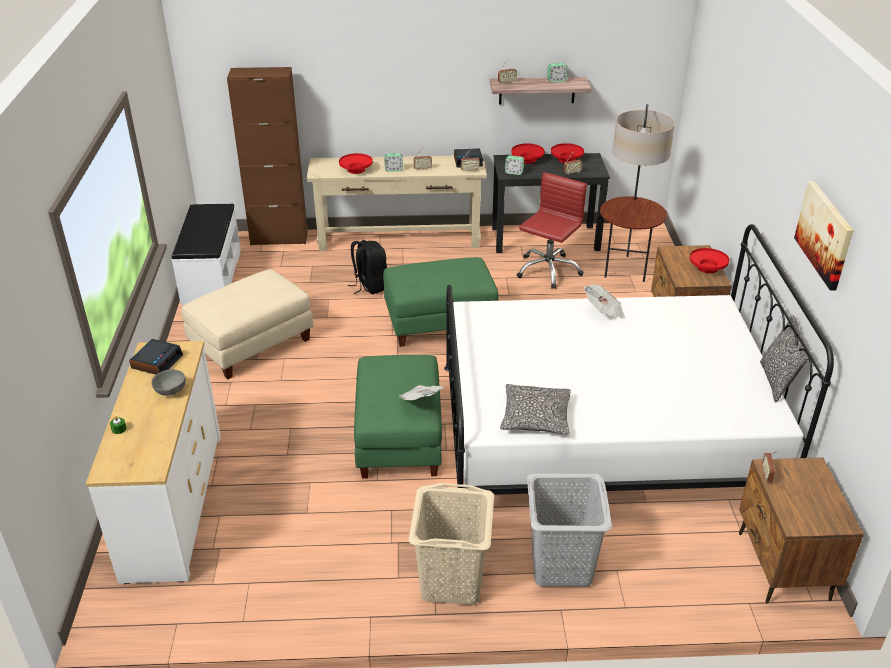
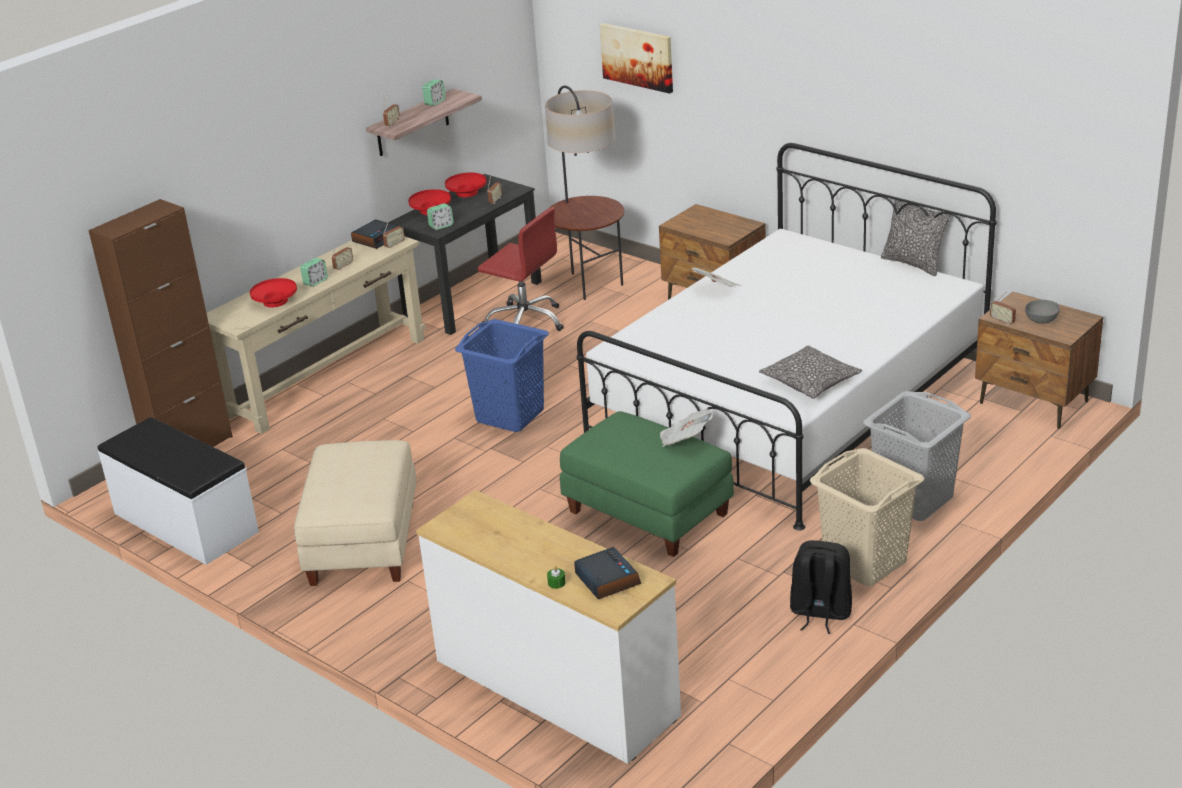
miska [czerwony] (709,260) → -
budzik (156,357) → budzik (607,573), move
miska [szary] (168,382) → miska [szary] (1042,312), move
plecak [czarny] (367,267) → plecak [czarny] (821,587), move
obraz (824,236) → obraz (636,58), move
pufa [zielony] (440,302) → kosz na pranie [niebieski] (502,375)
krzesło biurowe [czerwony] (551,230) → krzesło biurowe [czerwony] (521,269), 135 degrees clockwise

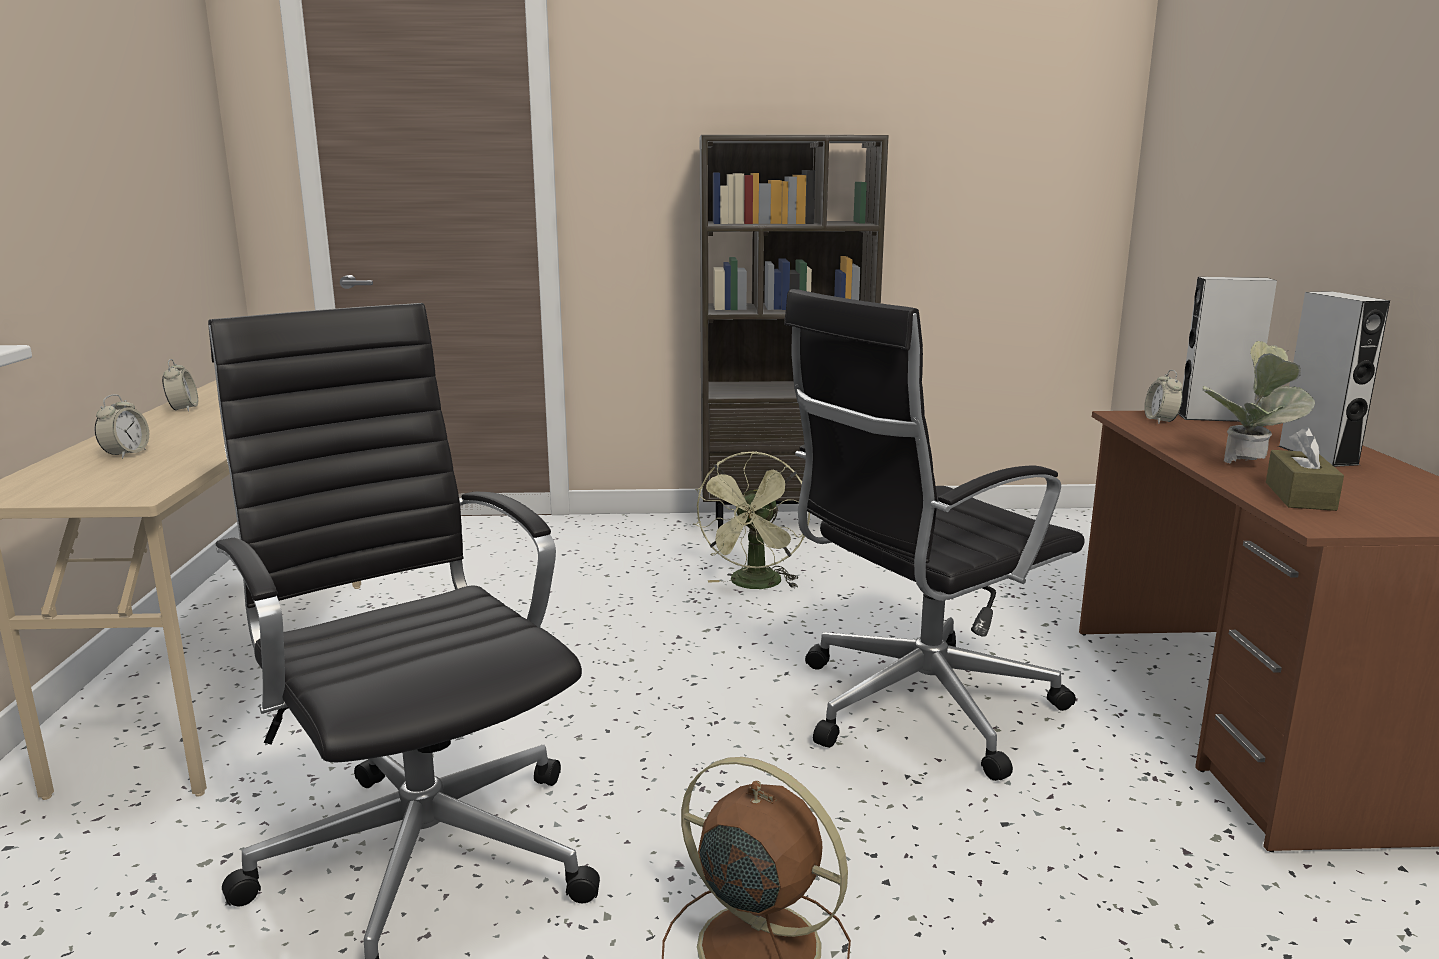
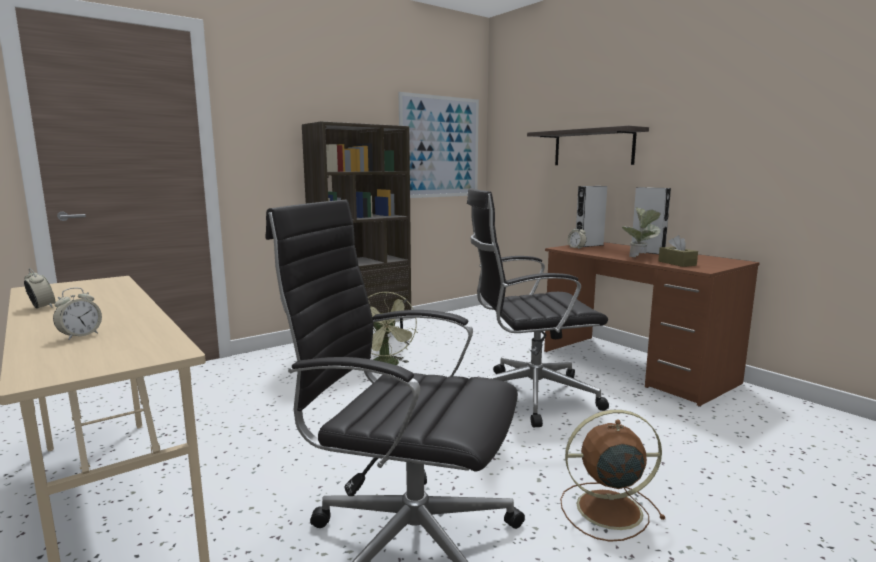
- → obraz (439,145)
- → półka (588,145)
budzik (122,427) → budzik (77,314), 60 degrees clockwise
krzesło biurowe [czarny] (934,535) → krzesło biurowe [czarny] (538,308), 60 degrees clockwise

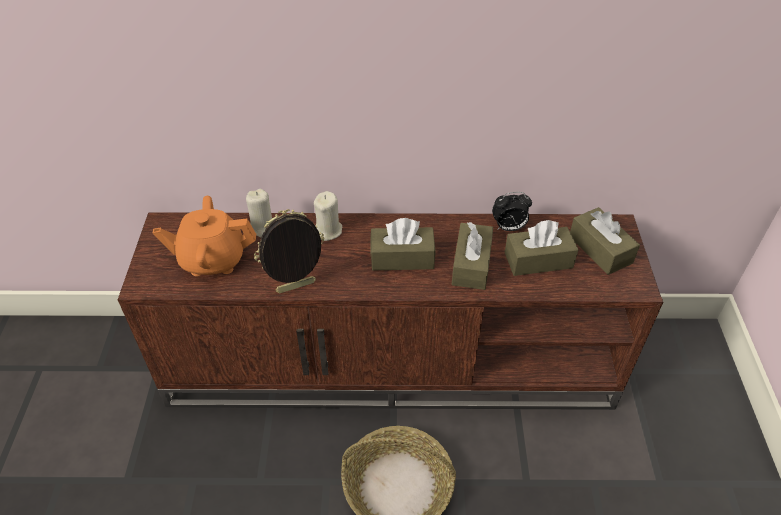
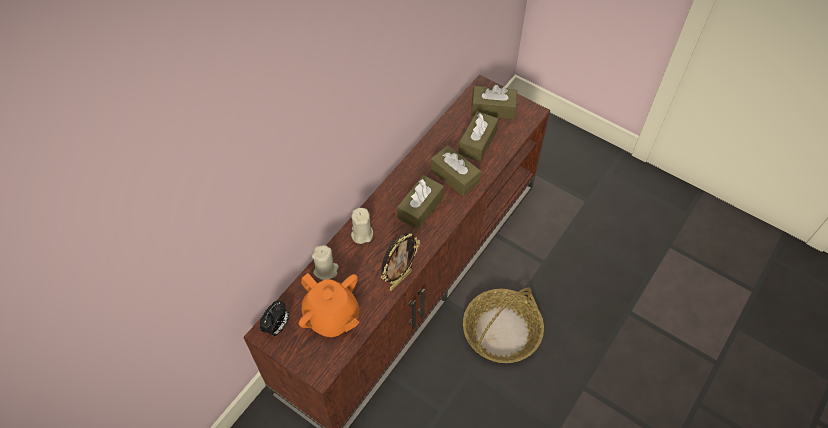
budzik (512,211) → budzik (274,319), move
imbryk [pomarańczowy] (204,236) → imbryk [pomarańczowy] (329,305), 75 degrees counterclockwise
ramka na zdjęcie (289,251) → ramka na zdjęcie (400,262), 150 degrees counterclockwise

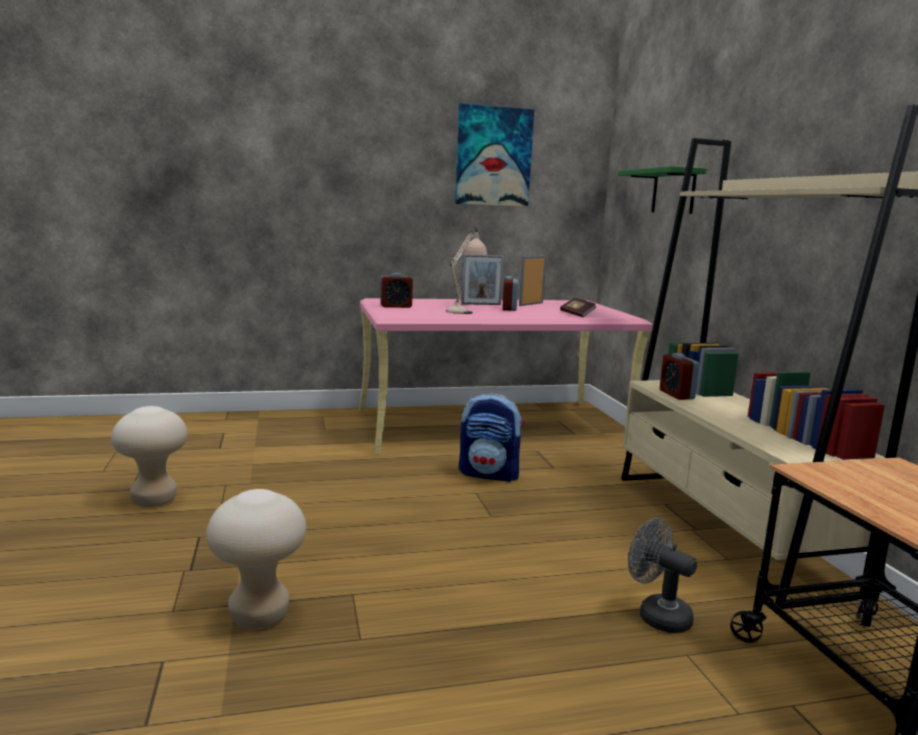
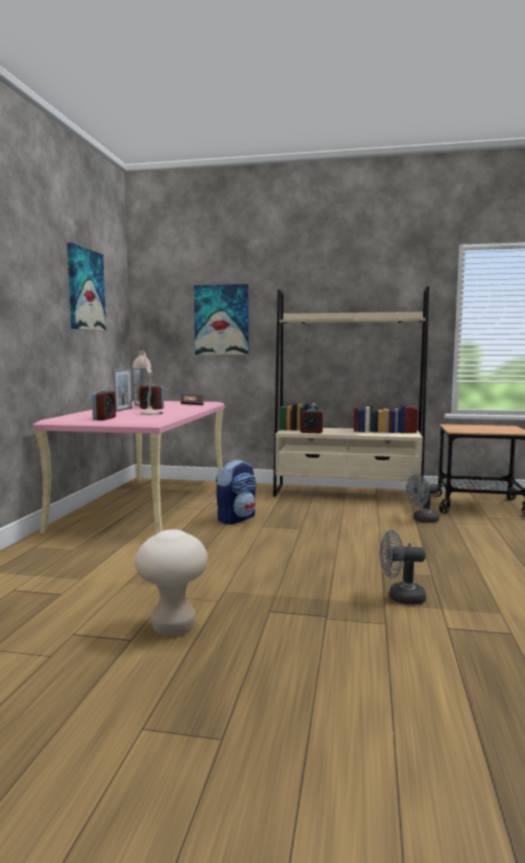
stołek [beżowy] (256,559) → wentylator [szary] (403,567)
półka [zielony] (662,190) → obraz (221,319)

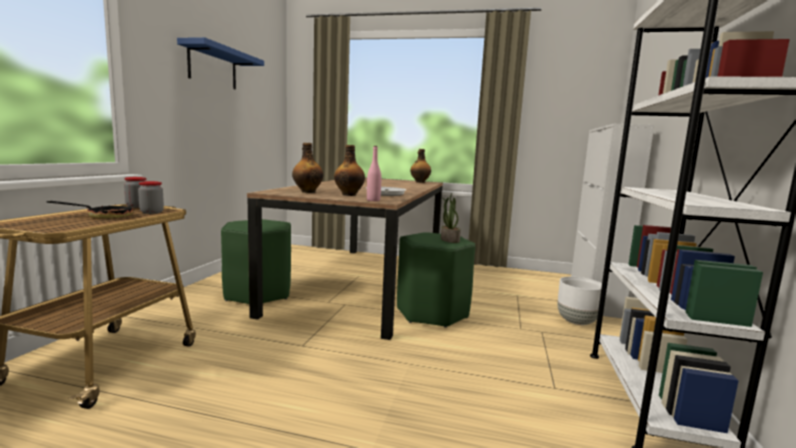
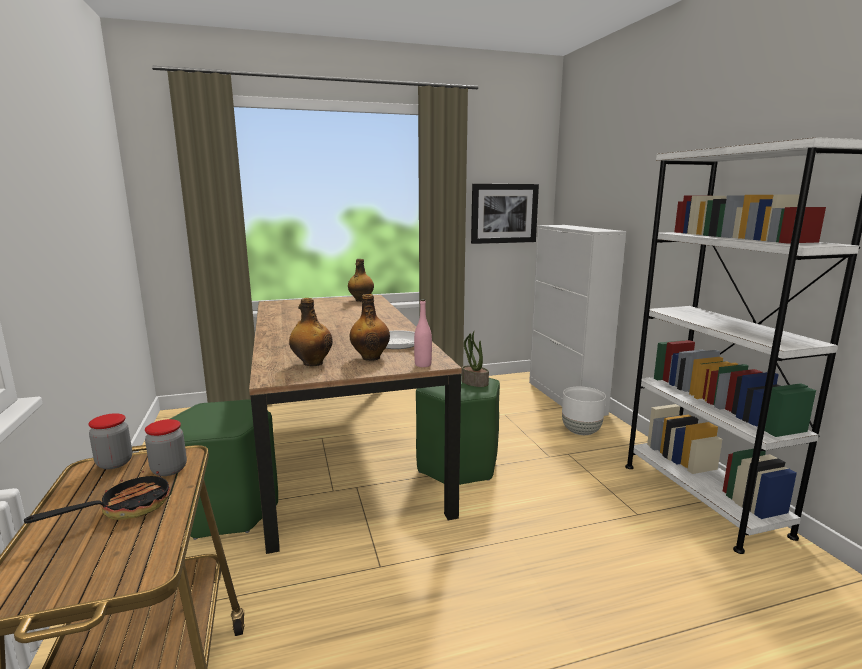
półka [niebieski] (220,63) → -
- → obraz (505,214)

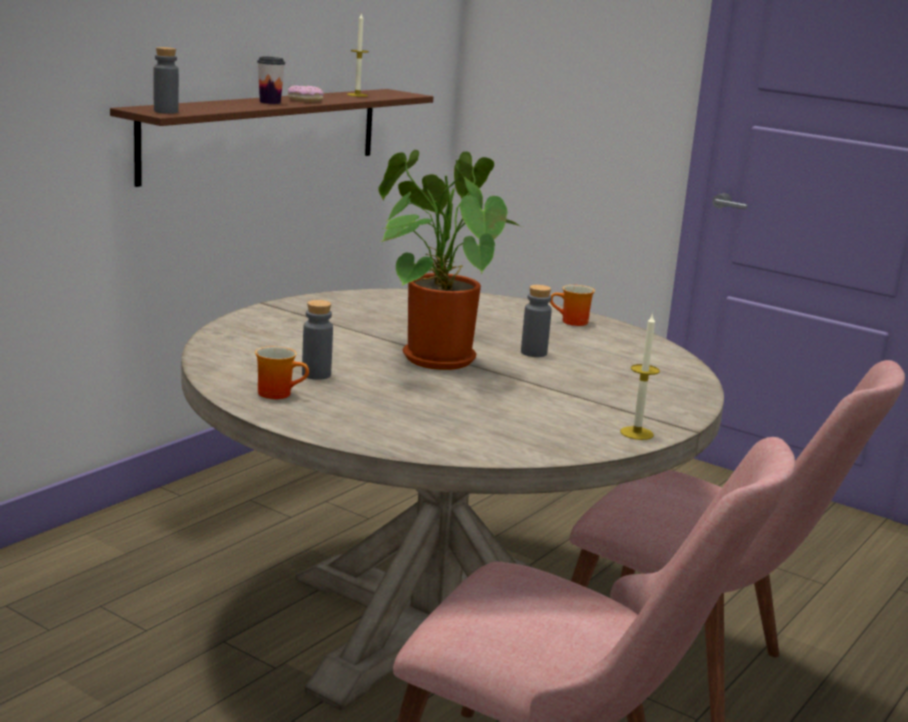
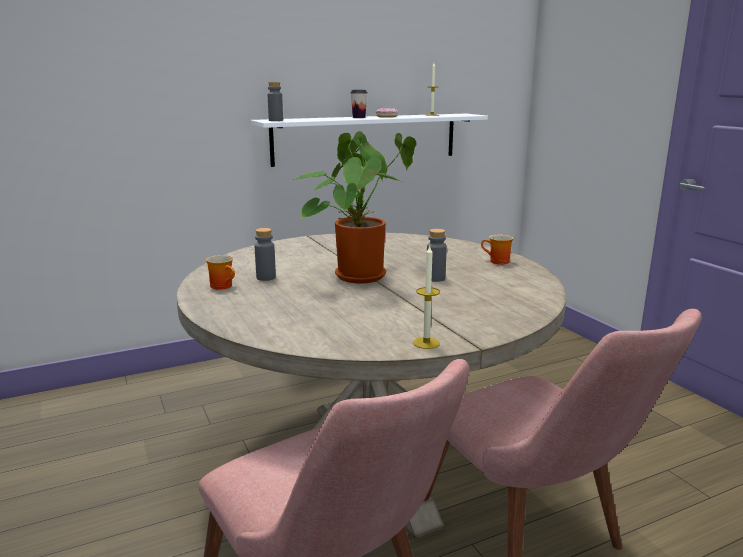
półka [brązowy] (271,138) → półka [biały] (369,140)

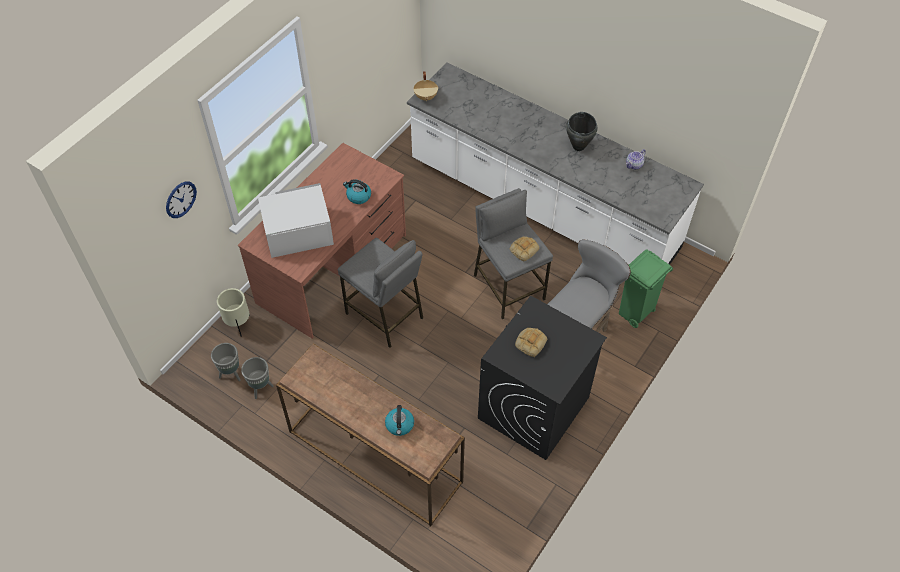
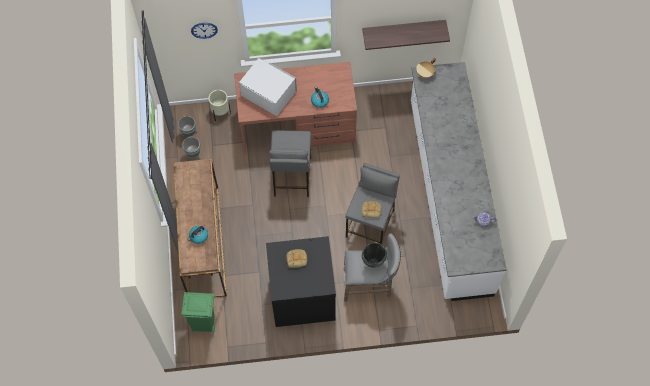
- → półka (406,35)
garnek [czarny] (582,131) → garnek [czarny] (374,255), move
kosz na śmieci [zielony] (646,289) → kosz na śmieci [zielony] (198,313), move

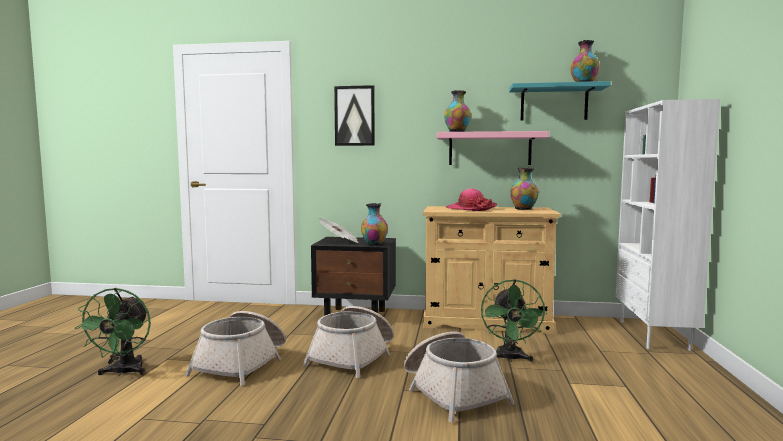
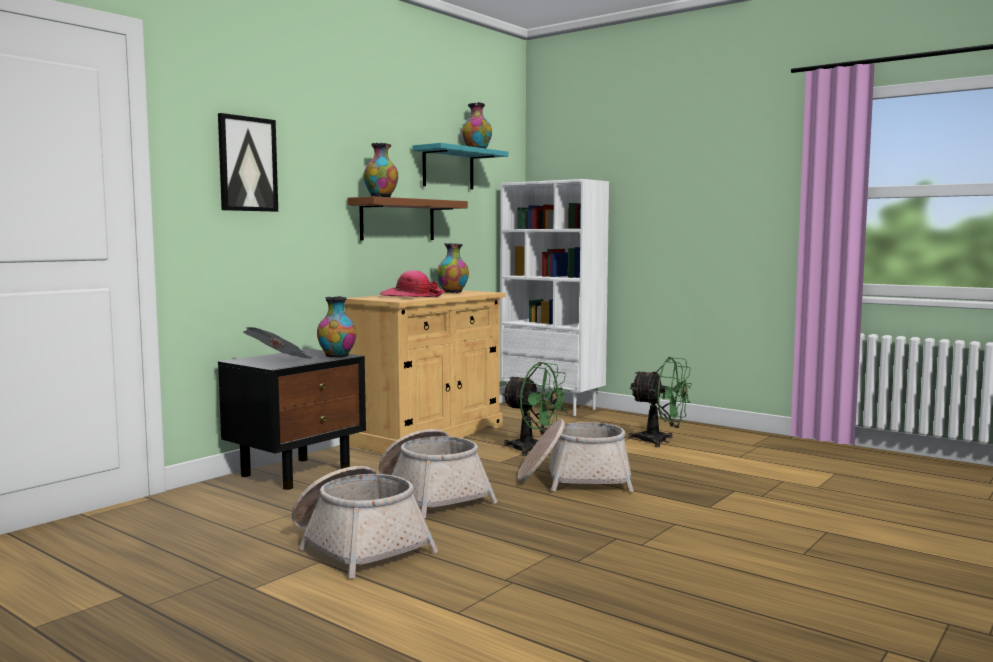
wentylator [zielony] (112,332) → wentylator [zielony] (660,402), move
półka [różowy] (492,148) → półka [brązowy] (408,219)

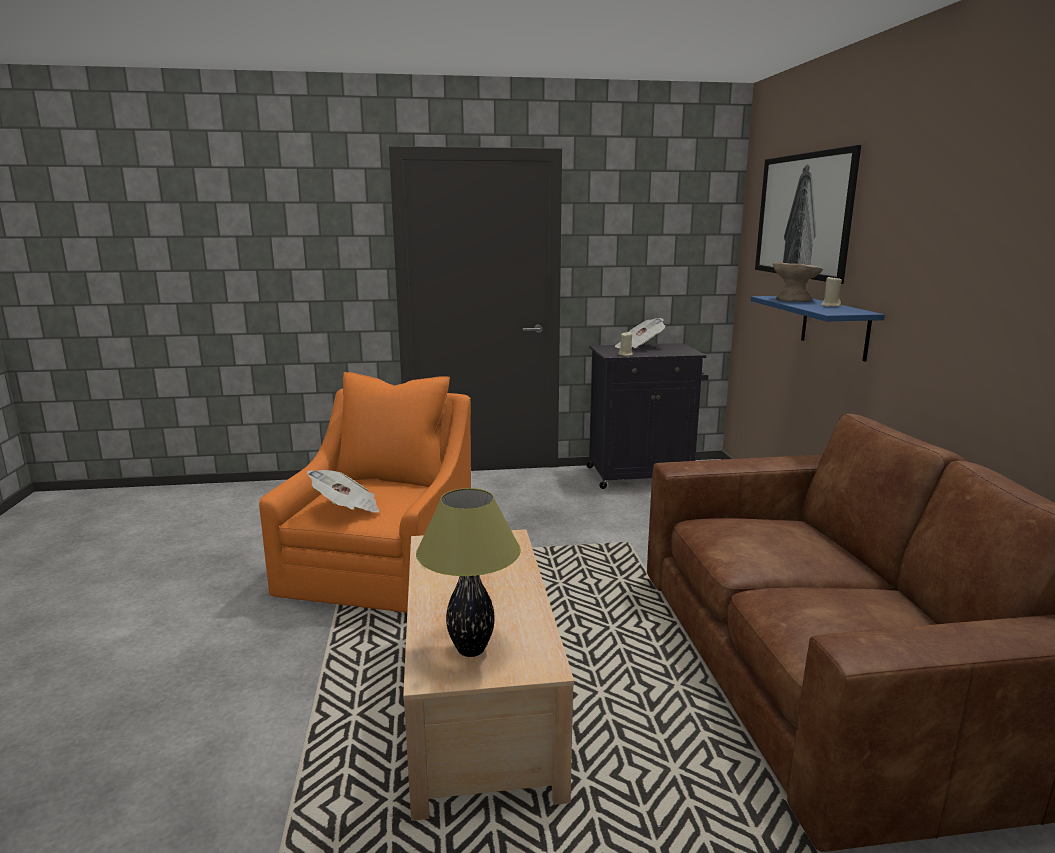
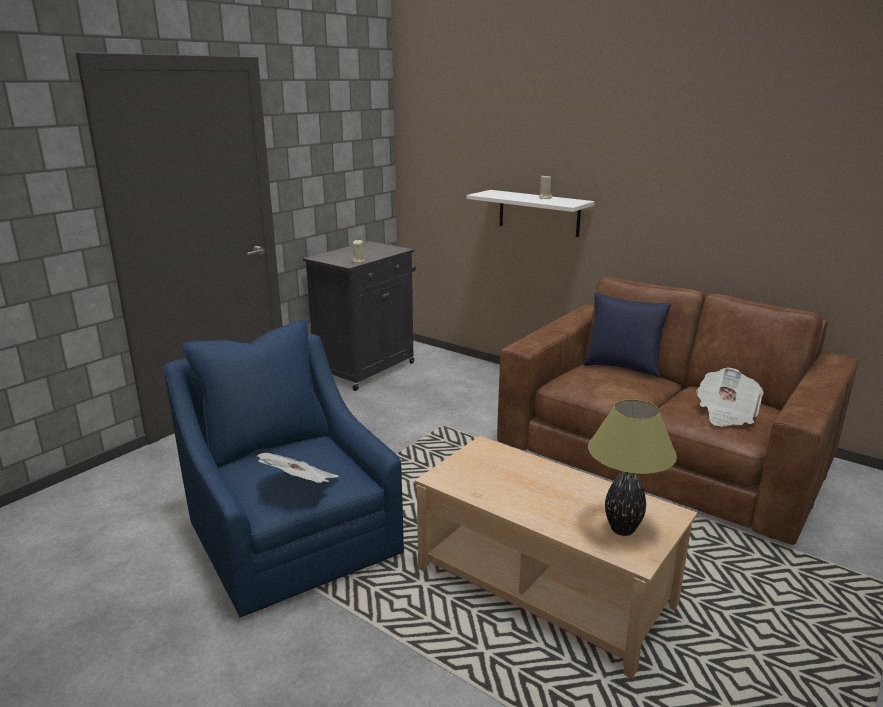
obraz (808,214) → -
miska [beżowy] (798,282) → -
- → poduszka [niebieski] (628,335)
gazeta (640,333) → gazeta (730,397), move
fotel [pomarańczowy] (365,492) → fotel [niebieski] (283,468)
półka [niebieski] (818,329) → półka [biały] (531,213)

